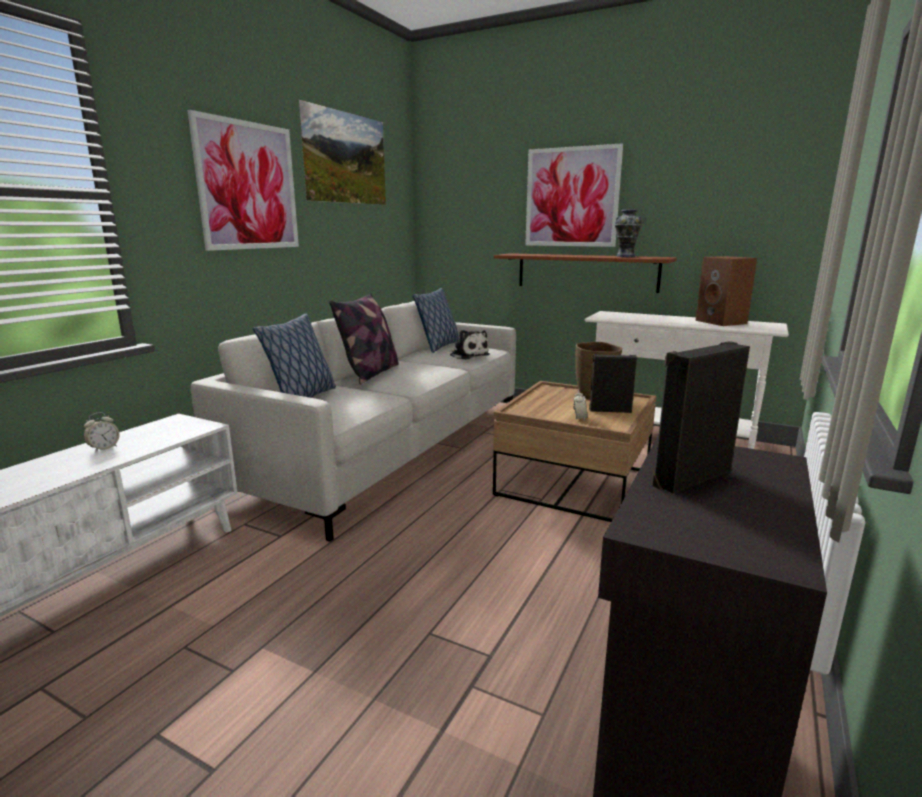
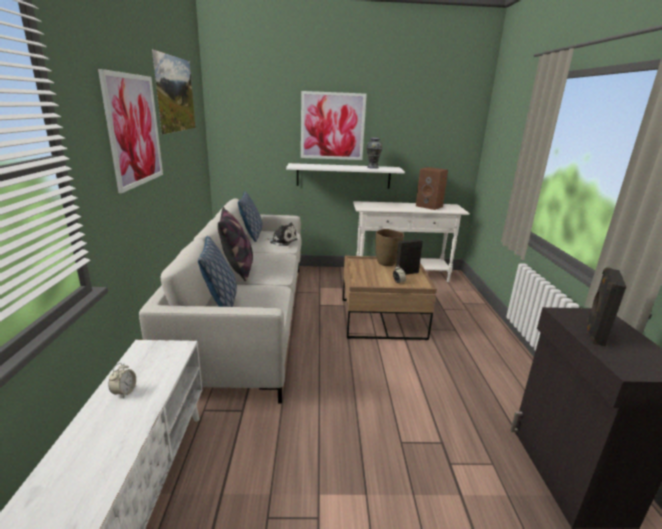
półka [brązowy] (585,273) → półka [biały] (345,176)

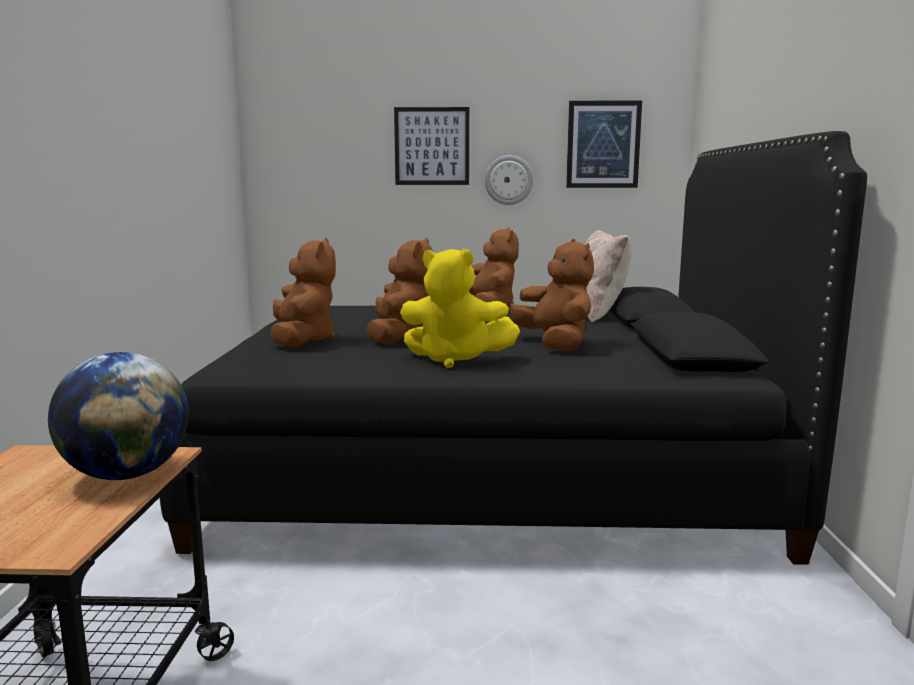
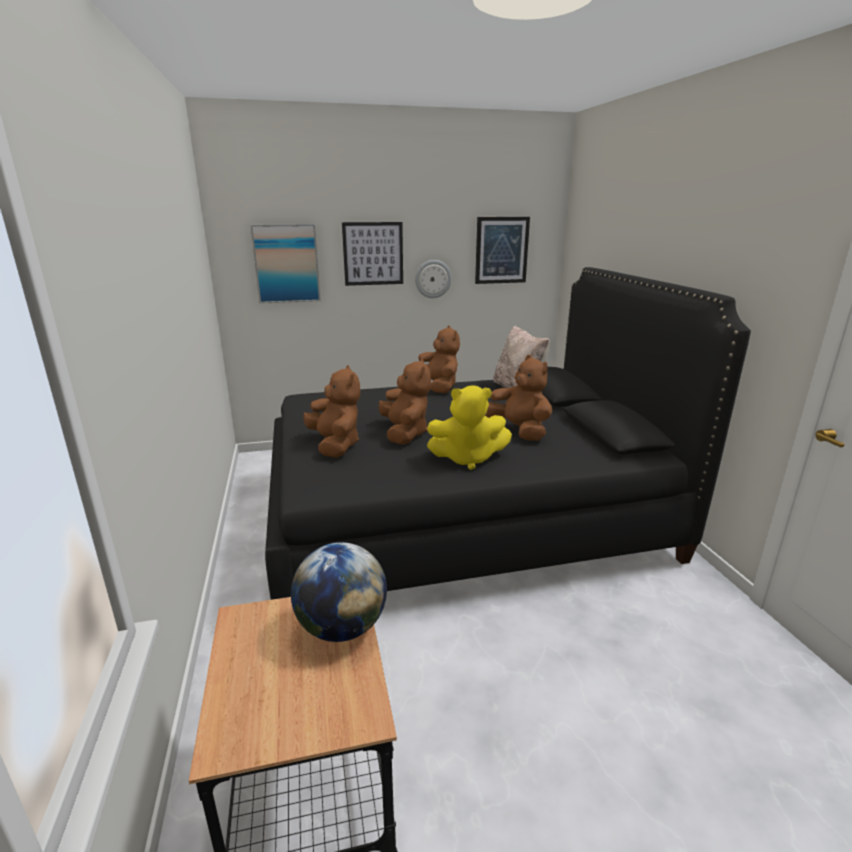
- → obraz (285,264)

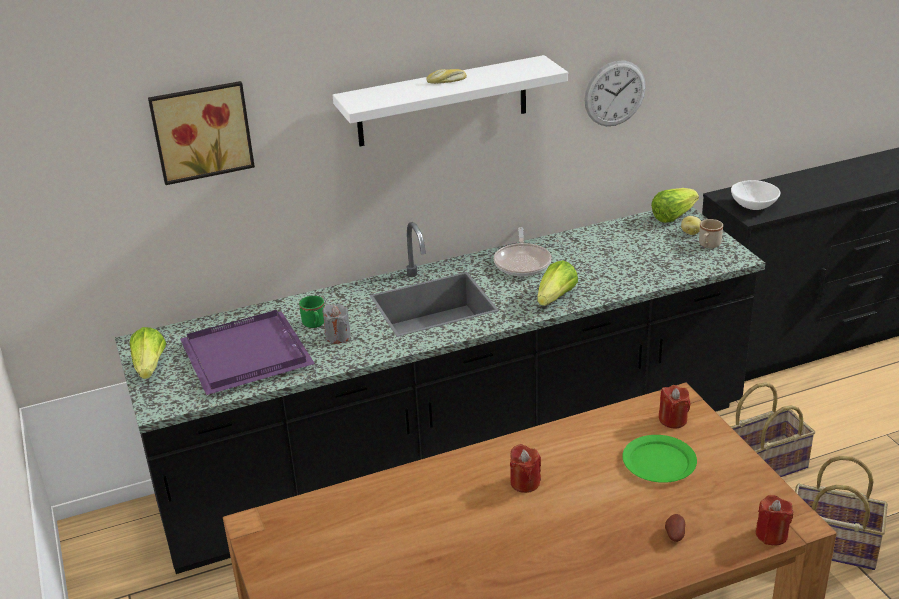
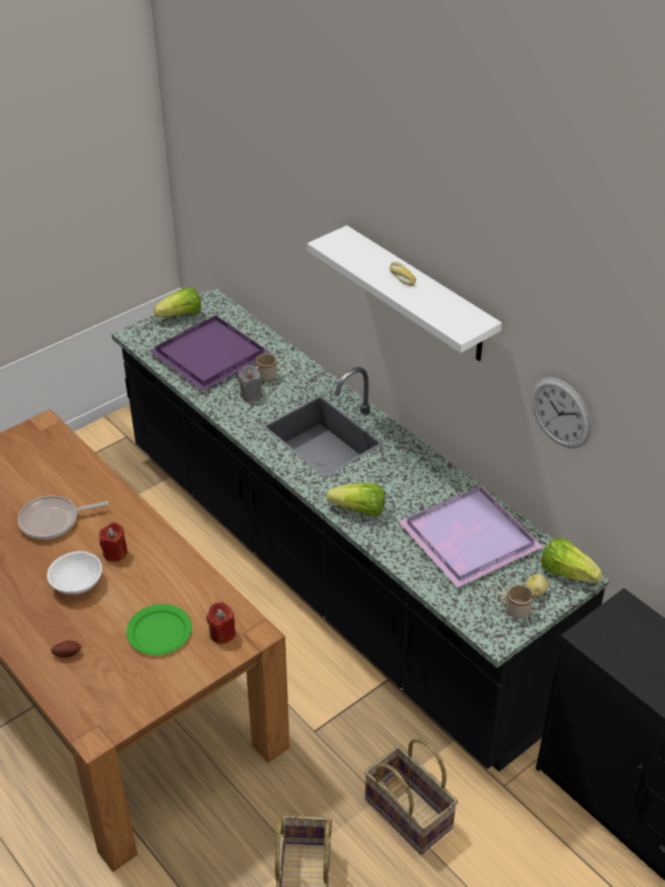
obraz (201,133) → -
świeca [czerwony] (774,520) → -
- → taca [fioletowy] (470,536)
patelnia (522,251) → patelnia (63,518), move
miska [biały] (755,195) → miska [biały] (74,572), move
kubek [zielony] (311,312) → kubek [beżowy] (266,367)

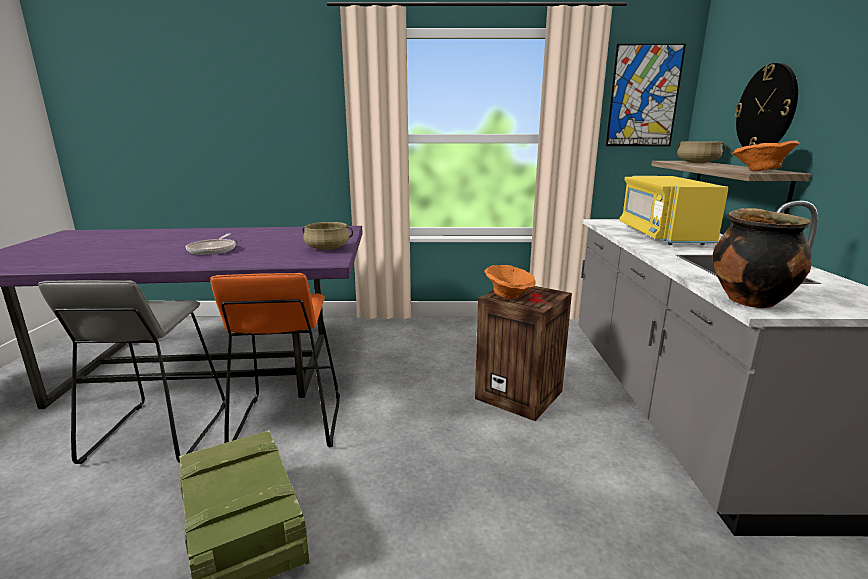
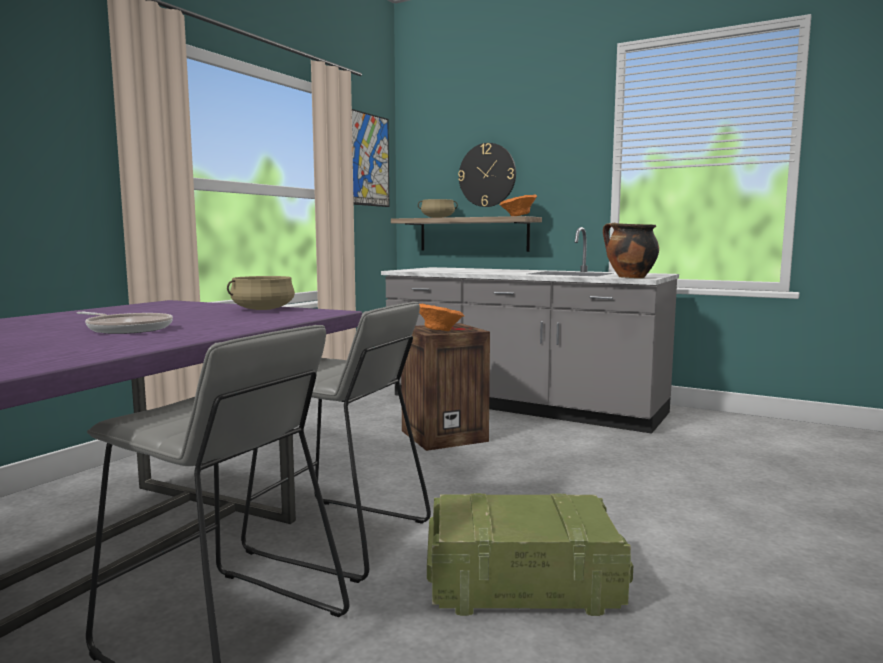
mikrofalówka [żółty] (674,210) → -
stołek [pomarańczowy] (275,360) → stołek [szary] (336,442)

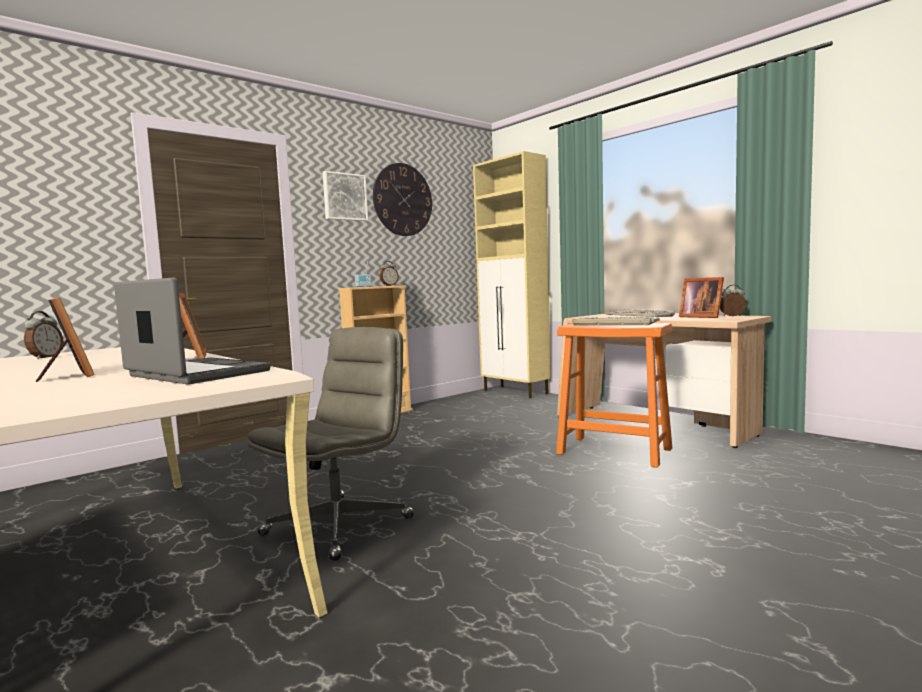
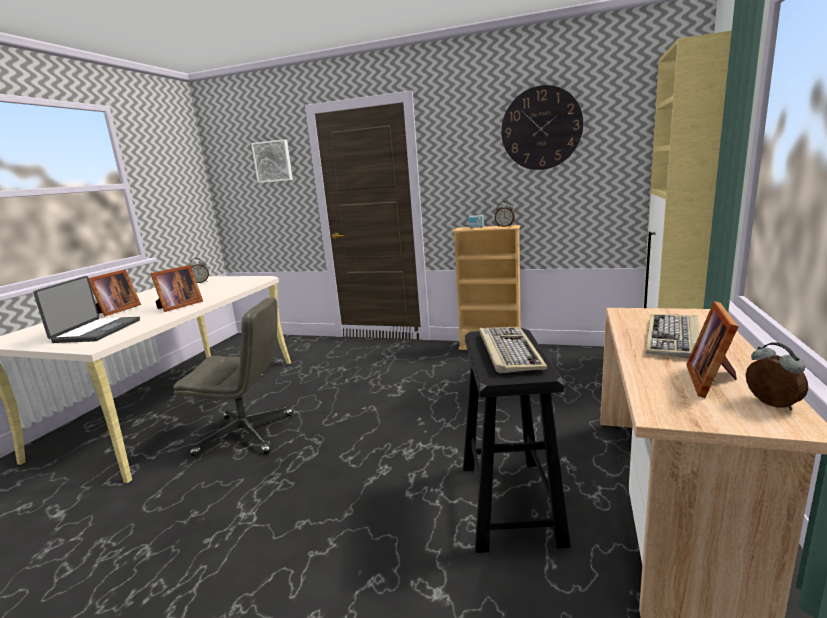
obraz (345,196) → obraz (272,161), move
stołek [pomarańczowy] (614,395) → stołek [czarny] (517,440)

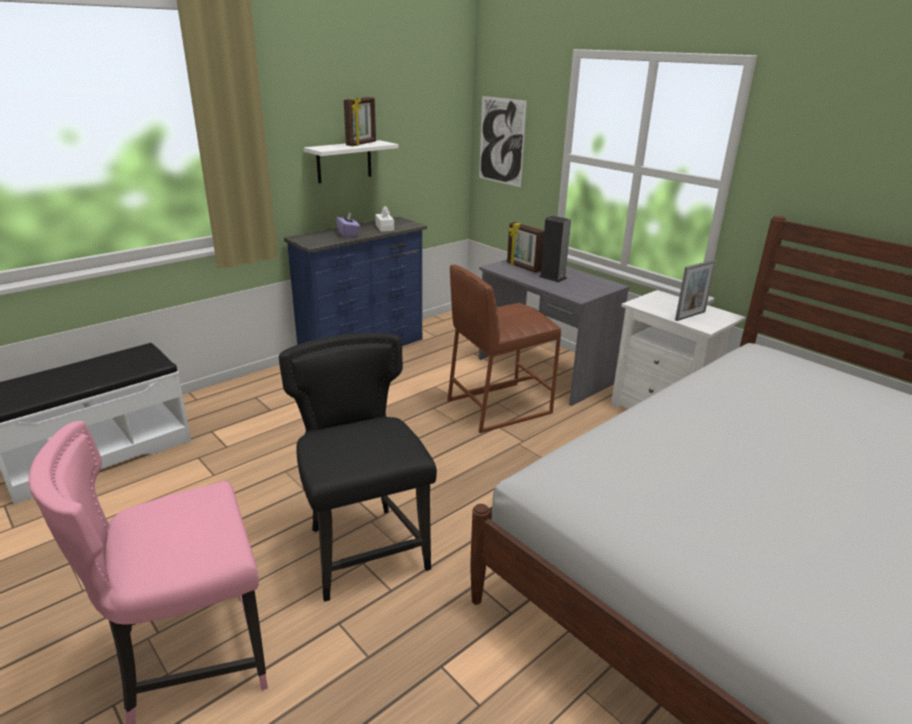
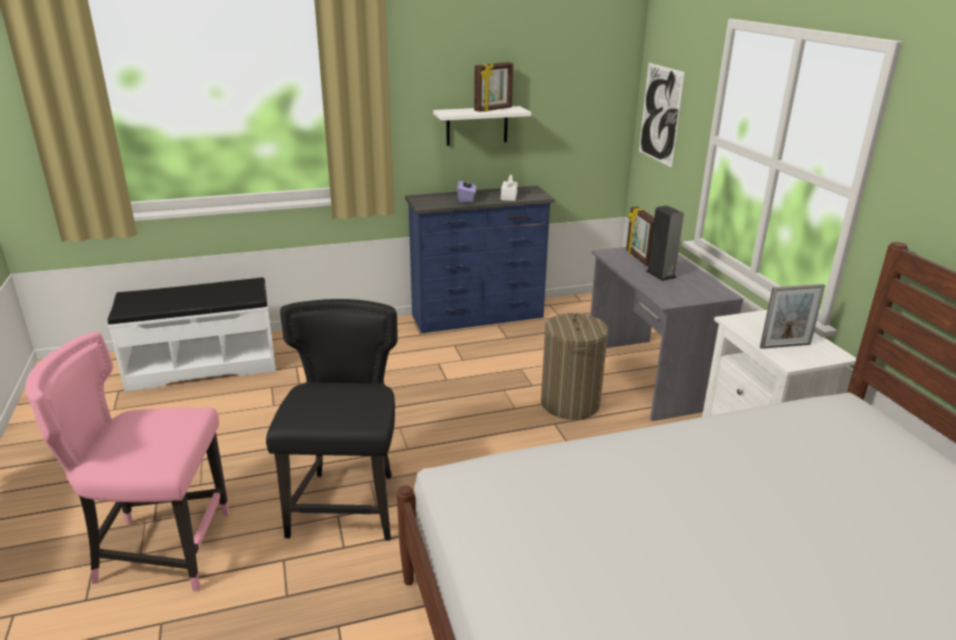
stołek [brązowy] (504,348) → kosz na pranie (574,366)

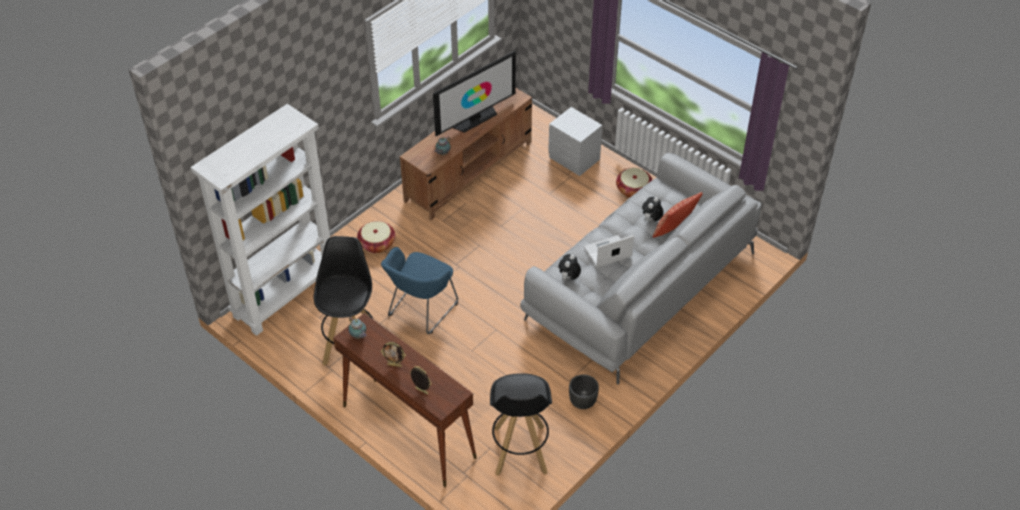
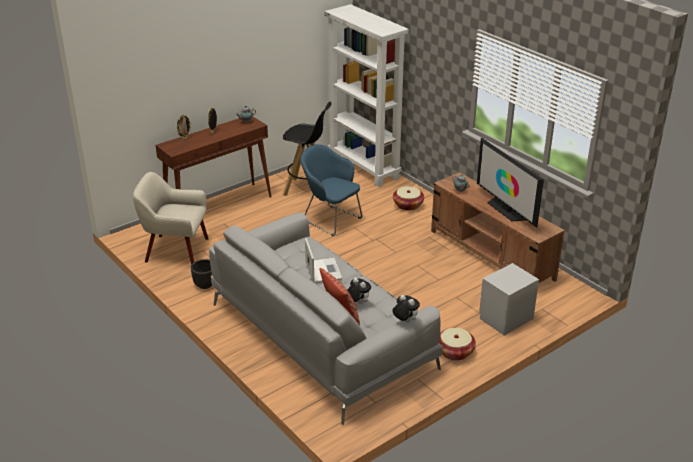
pluszak (570,267) → pluszak (406,308), move
stołek [czarny] (521,424) → fotel [beżowy] (171,218)

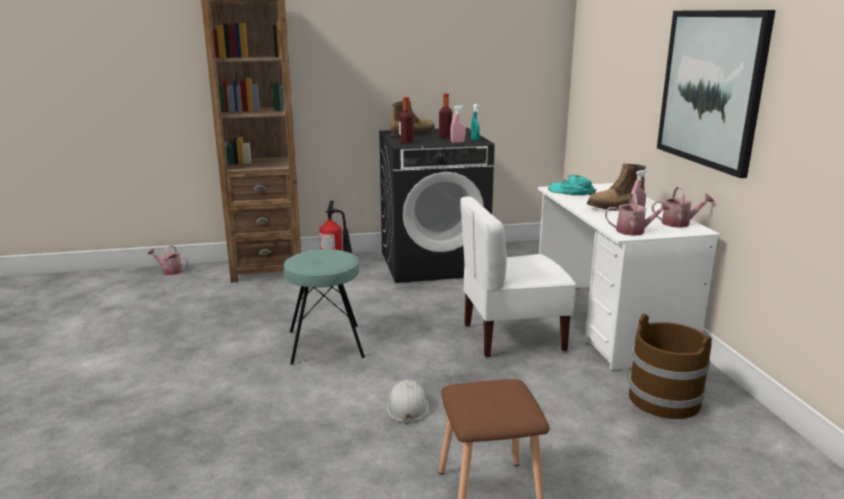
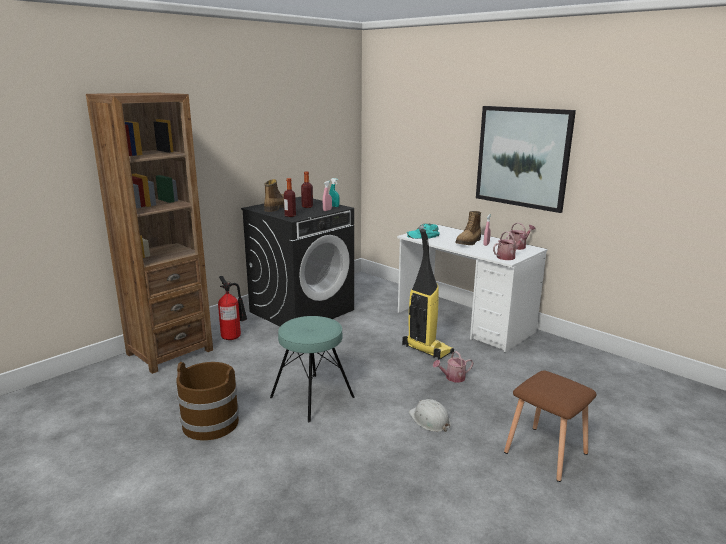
konewka (168,260) → konewka (453,366), move
wiadro [brązowy] (670,366) → wiadro [brązowy] (207,401), move
krzesło [biały] (518,277) → odkurzacz (428,294)

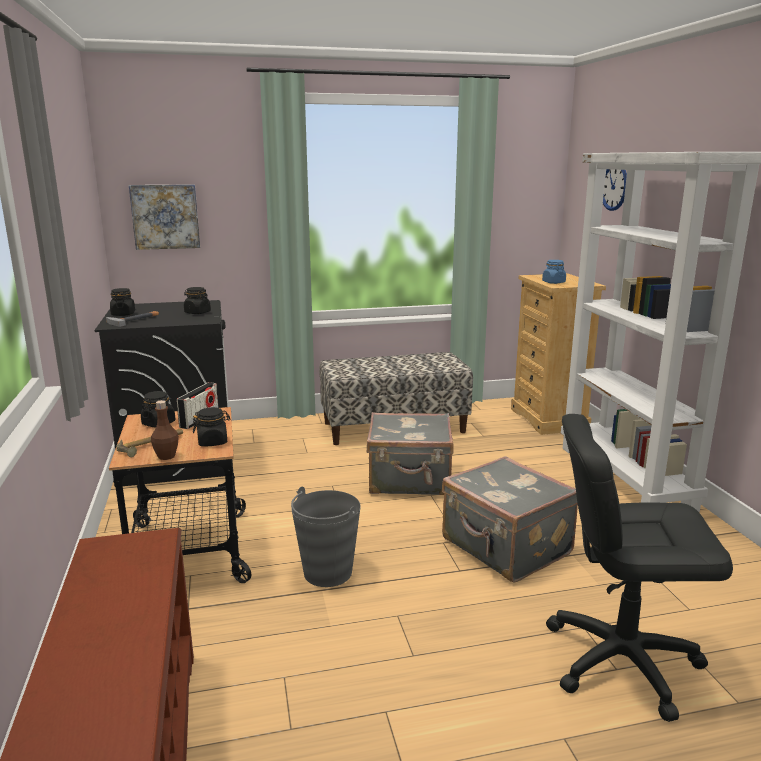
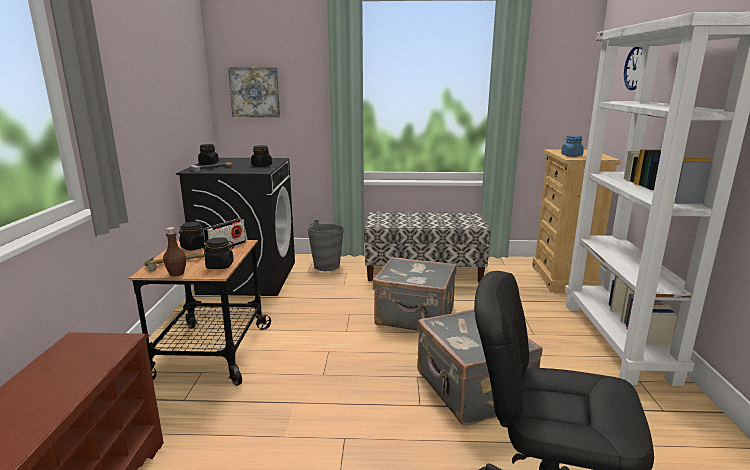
wiadro [szary] (326,537) → wiadro [szary] (325,245), move

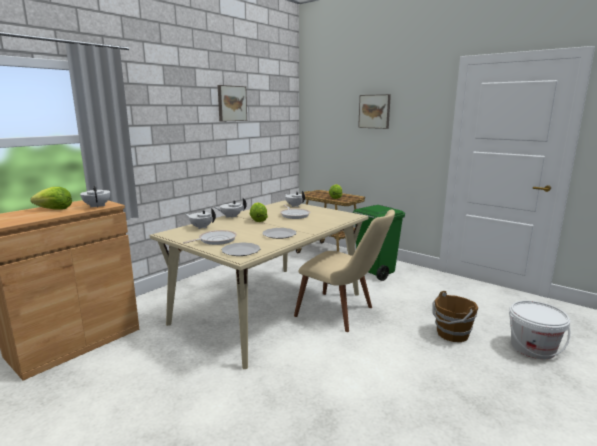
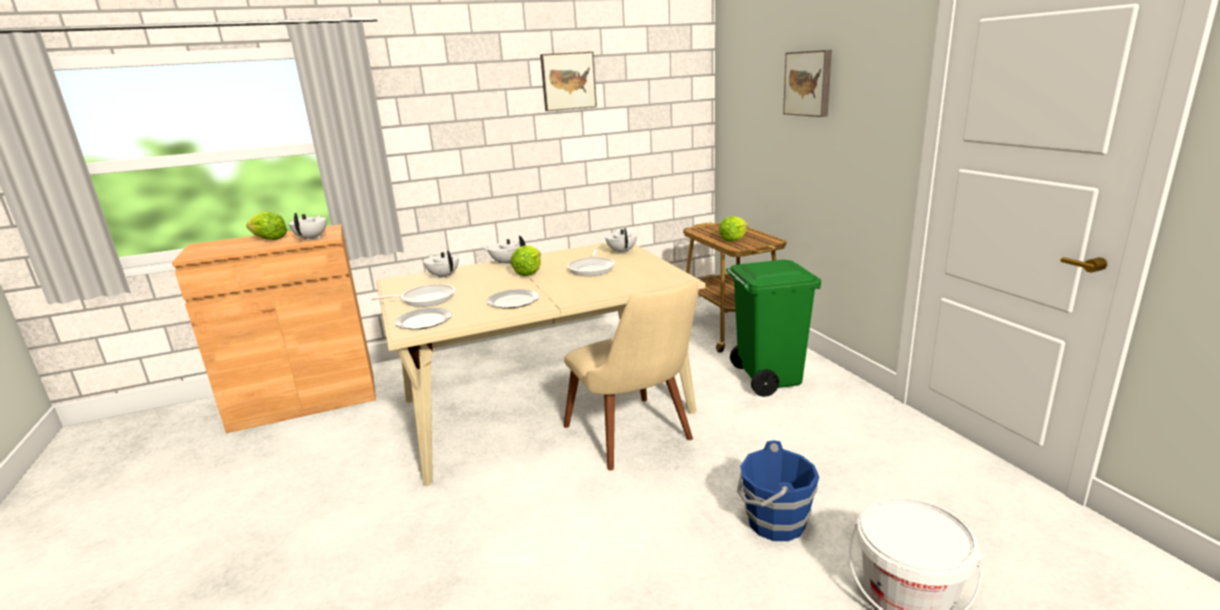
wiadro [brązowy] (455,316) → wiadro [niebieski] (778,490)

